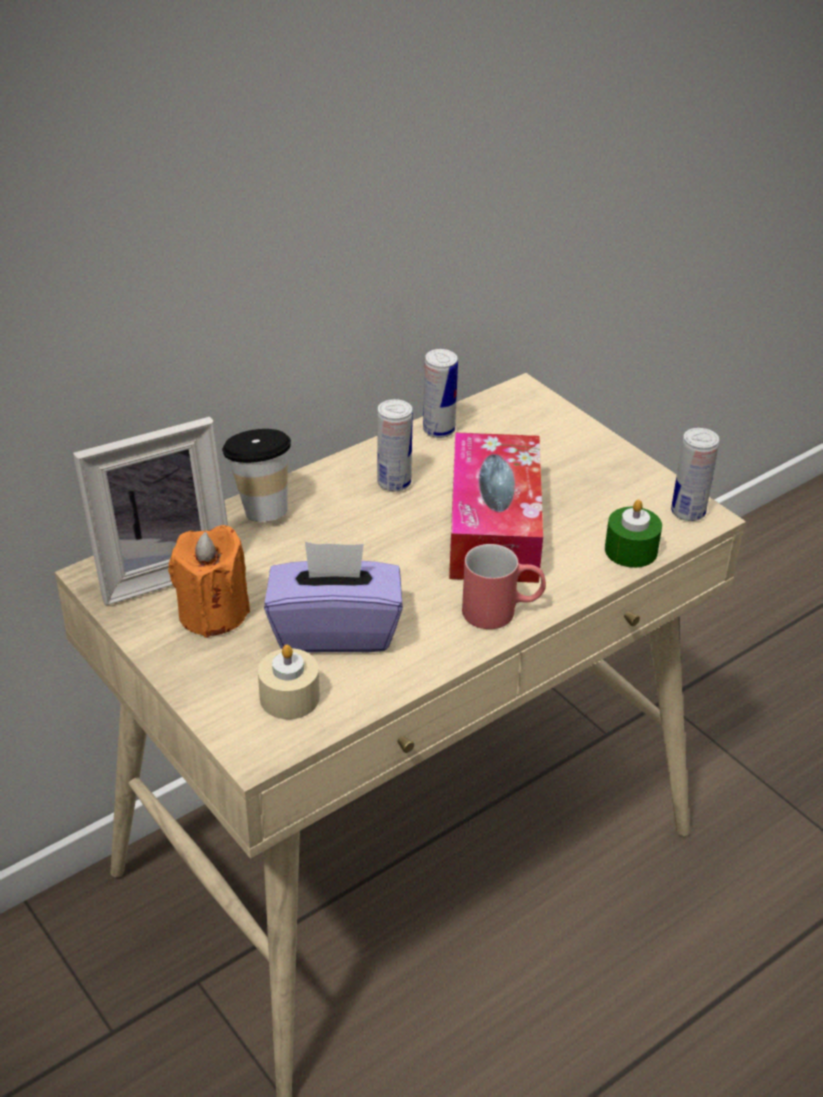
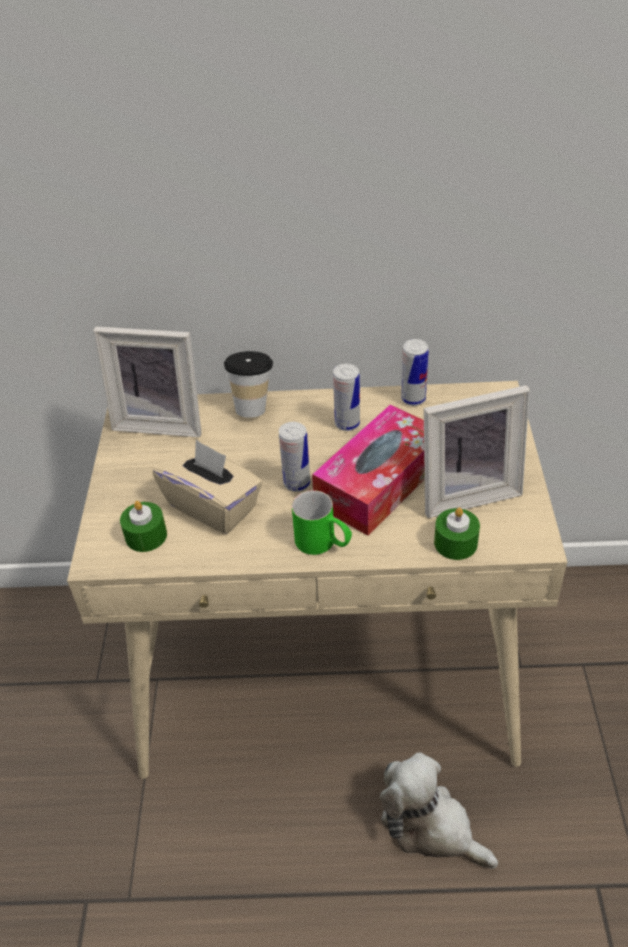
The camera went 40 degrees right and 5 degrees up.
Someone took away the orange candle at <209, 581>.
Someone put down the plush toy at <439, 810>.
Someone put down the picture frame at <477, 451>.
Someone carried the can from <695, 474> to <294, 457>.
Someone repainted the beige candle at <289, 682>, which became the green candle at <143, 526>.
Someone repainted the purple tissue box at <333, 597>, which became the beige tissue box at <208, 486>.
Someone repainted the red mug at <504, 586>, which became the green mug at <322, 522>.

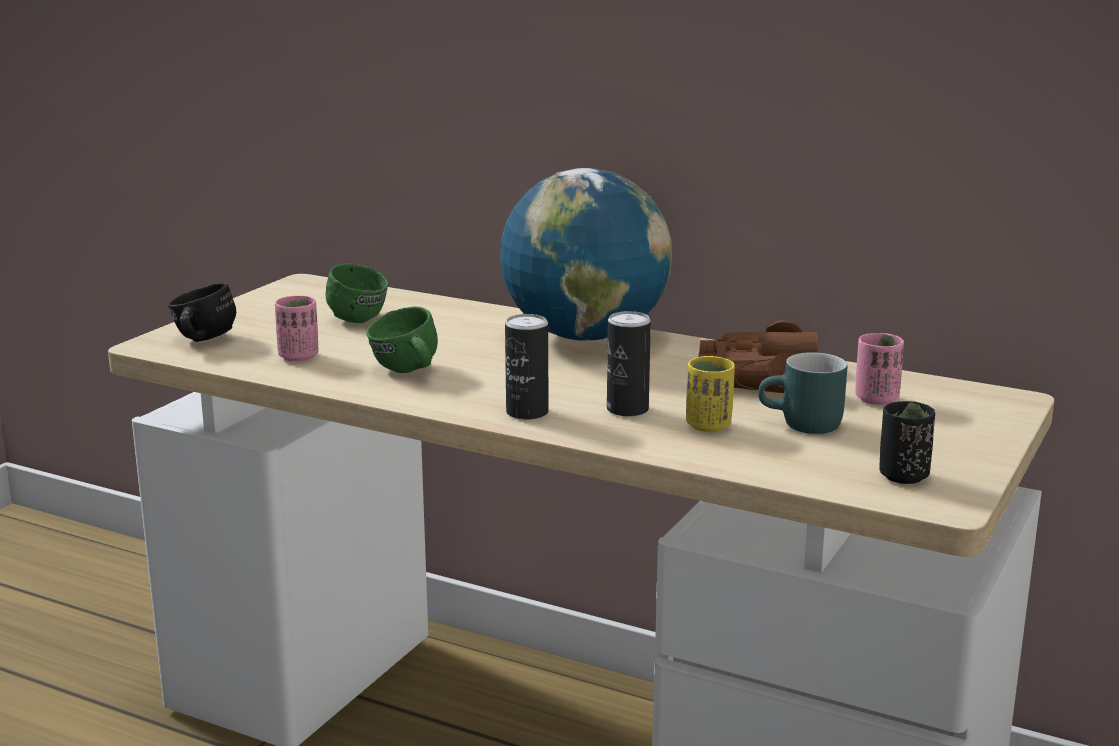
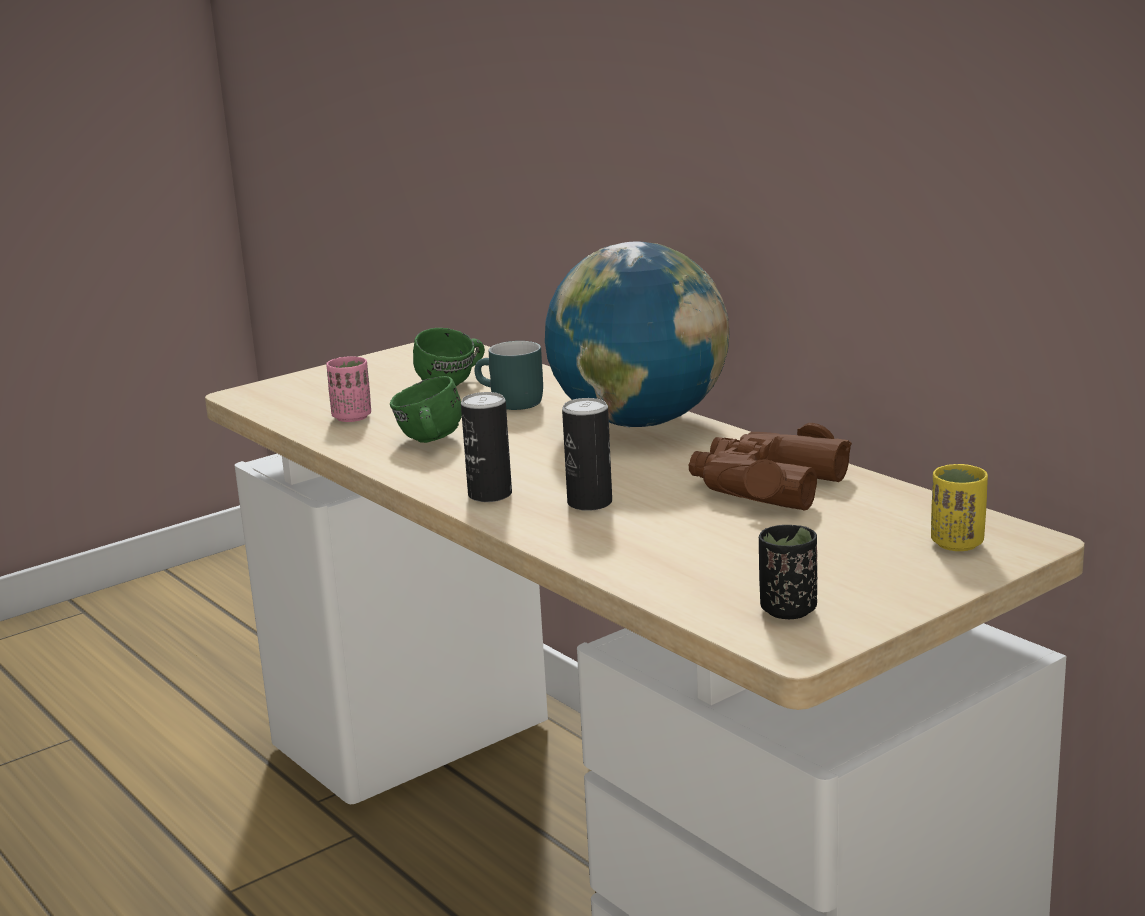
The camera went 25 degrees right and 0 degrees up.
Someone took away the black mug at <202, 312>.
Someone took away the pink cup at <879, 369>.
Someone carried the yellow cup from <710, 394> to <959, 507>.
Someone carried the turquoise mug from <803, 393> to <509, 375>.

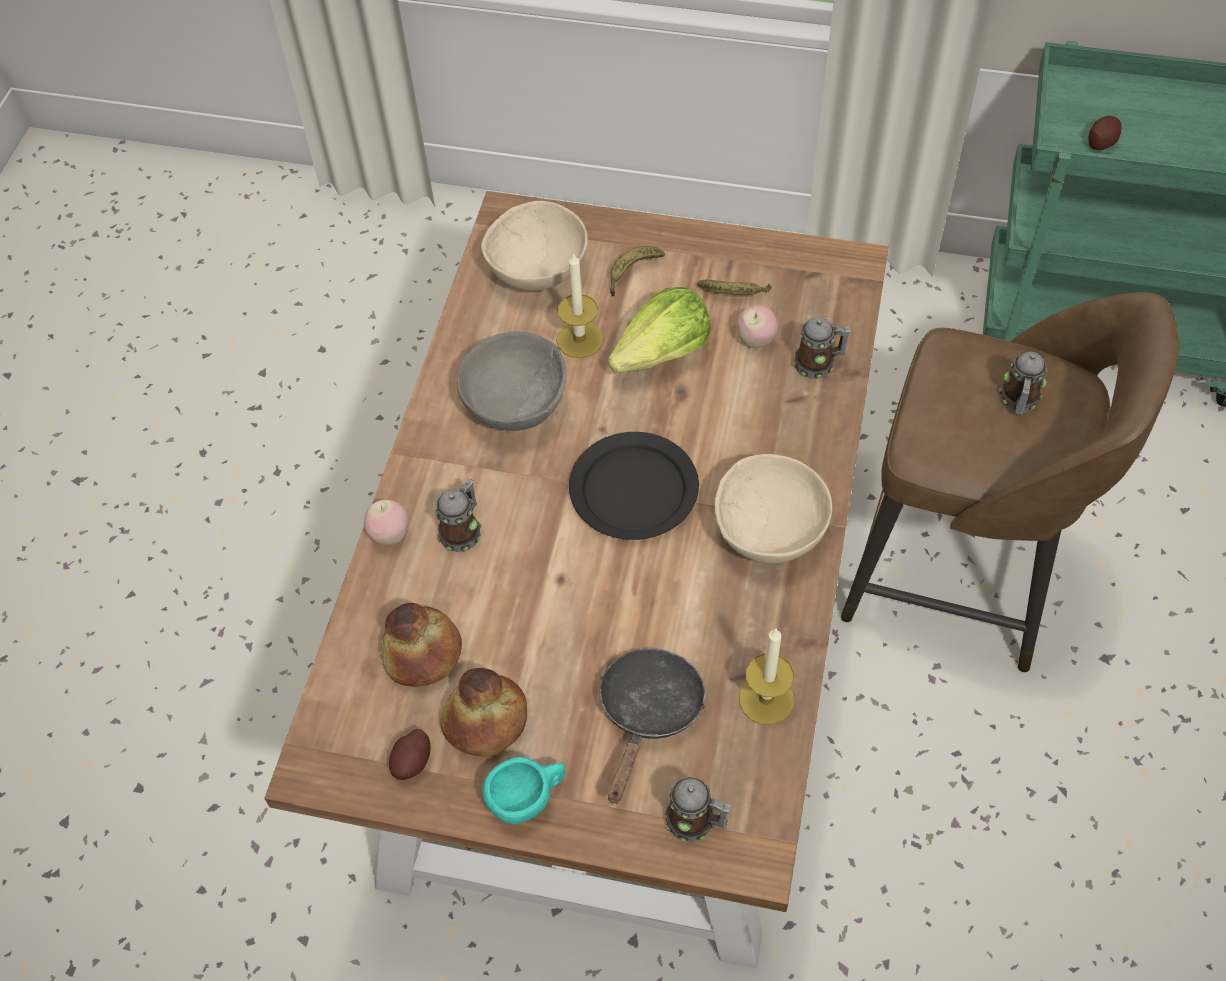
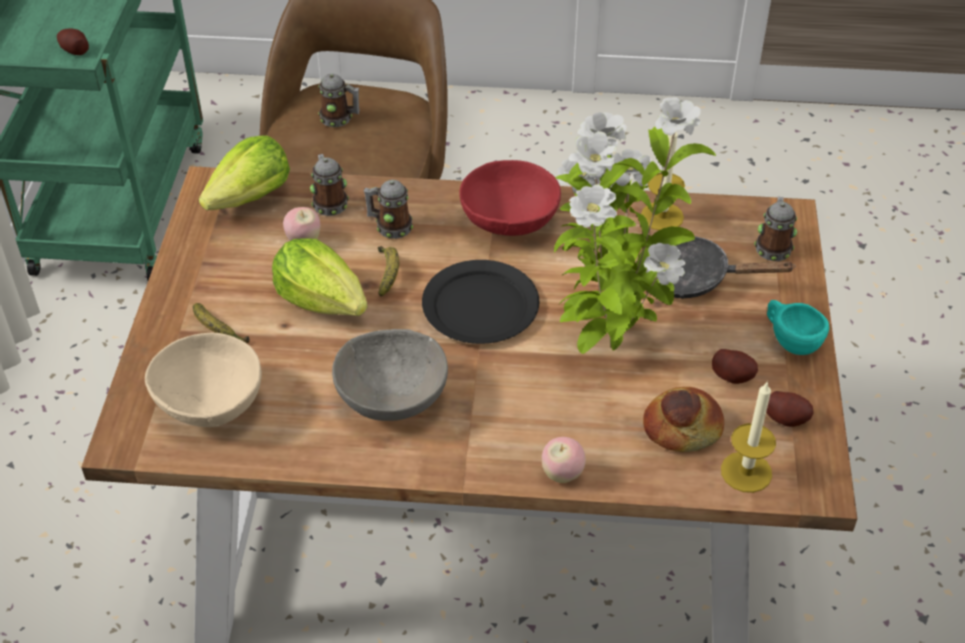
The camera went 100 degrees left and 10 degrees down.
Someone put down the lettuce at <244, 172>.
Someone put down the potted plant at <635, 225>.
Someone carried the mug from <458, 515> to <388, 209>.
Someone carried the candle from <579, 305> to <748, 437>.
Someone carried the banana from <734, 287> to <388, 271>.
Someone swapped the bread at <483, 712> for the potato at <735, 366>.
Someone repainted the beige bowl at <773, 508>, which became the red bowl at <510, 198>.

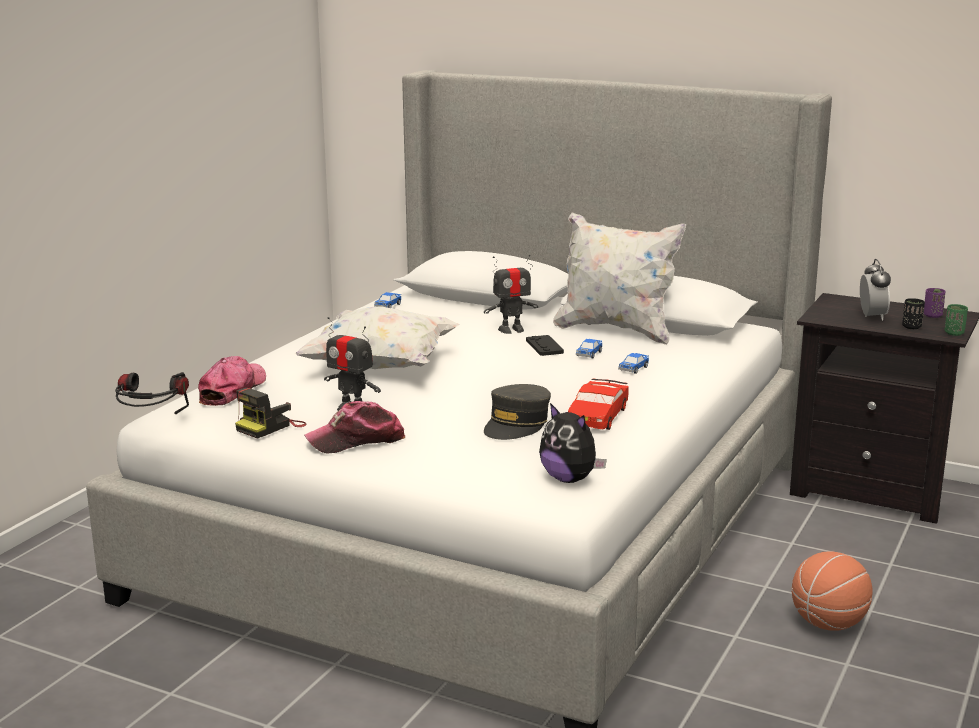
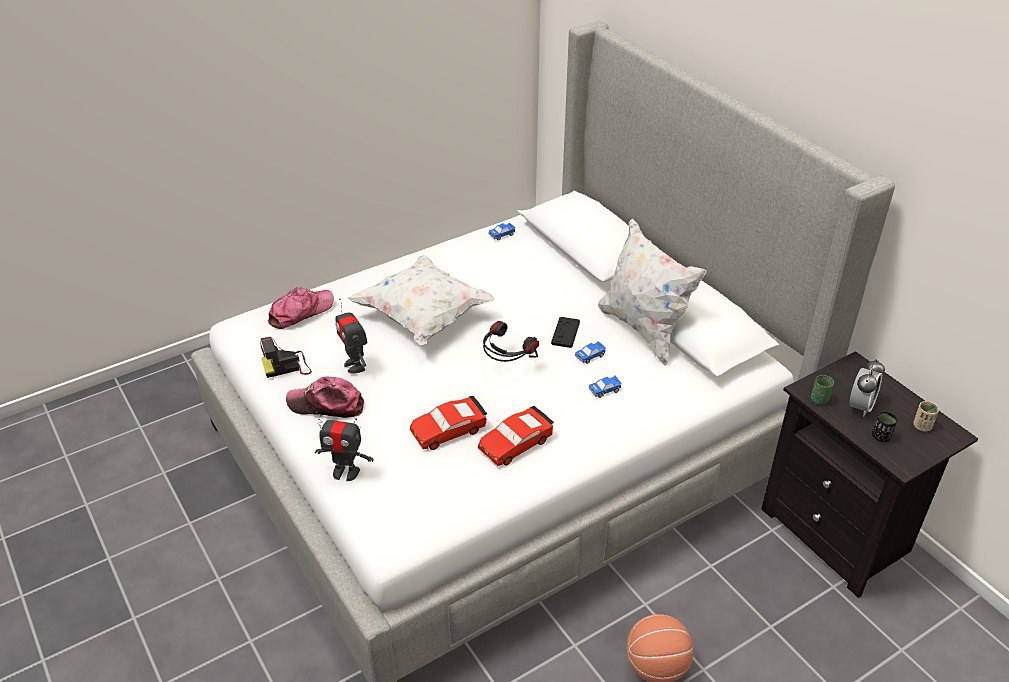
The camera went 30 degrees right and 20 degrees up.
Someone took away the plush toy at <573, 443>.
Someone carried the headphones from <152, 393> to <511, 341>.
Someone carried the toy robot from <511, 294> to <344, 446>.
Someone carried the green cup from <956, 320> to <822, 390>.
Someone swapped the grey cap at <517, 412> for the red toy car at <448, 423>.
Someone repainted the purple cup at <934, 303>, which became the beige cup at <926, 416>.

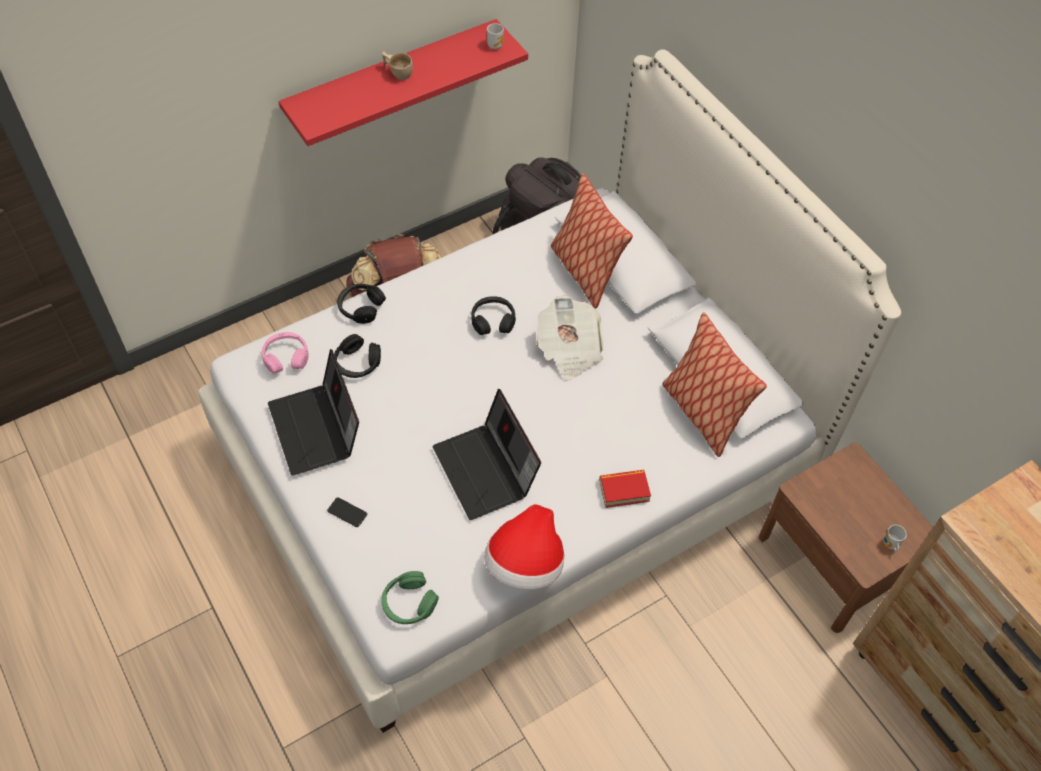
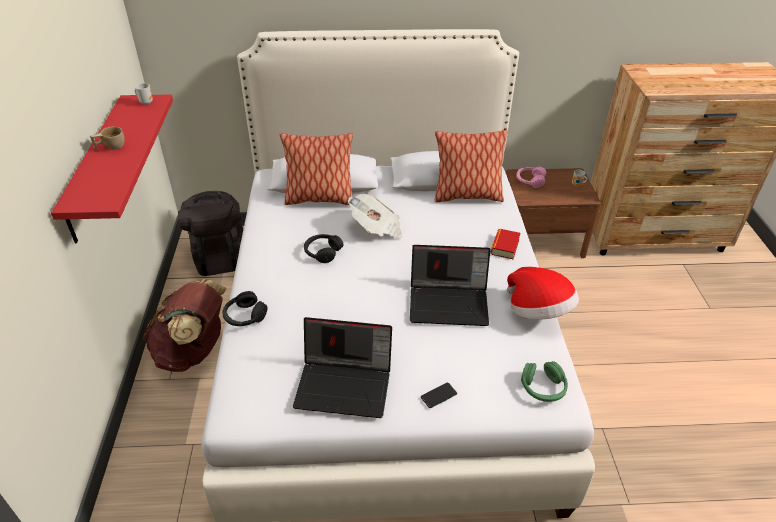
The camera went 60 degrees left and 15 degrees down.
Someone took away the black headphones at <357, 356>.
Someone carried the pink headphones from <285, 353> to <531, 177>.

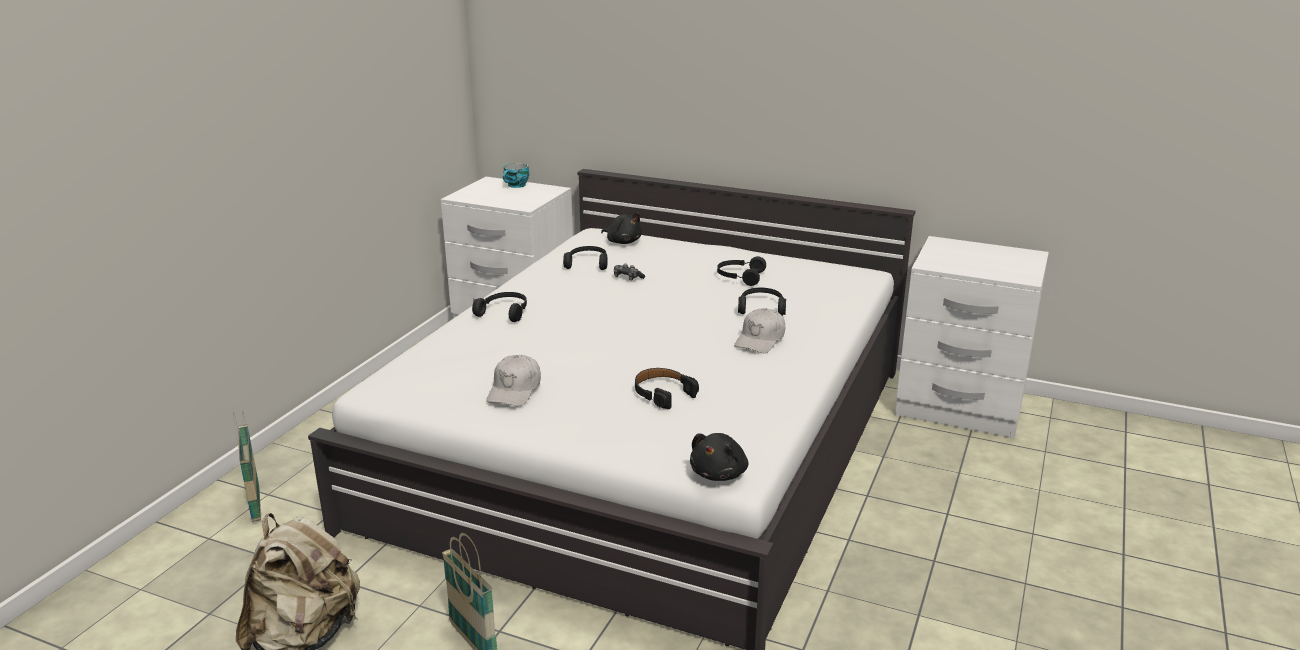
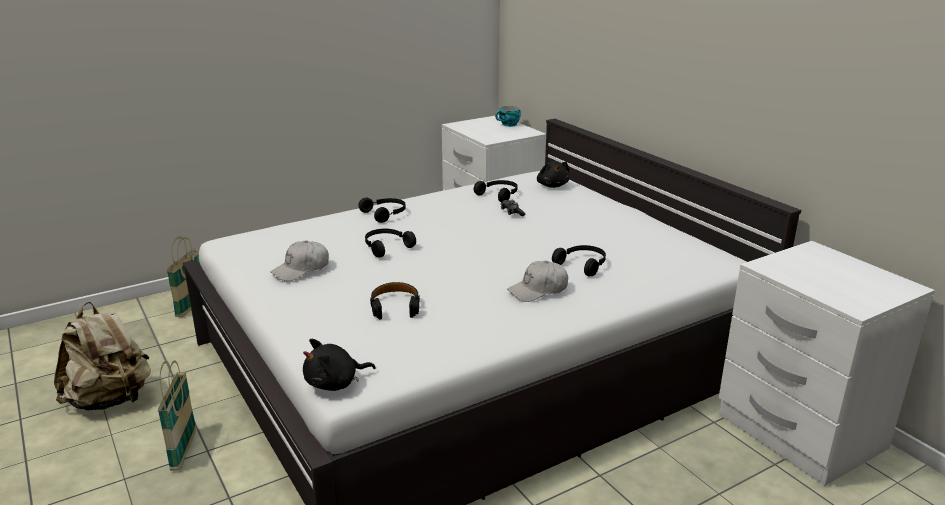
The camera went 35 degrees right and 0 degrees up.
Someone carried the black headphones from <741, 271> to <390, 243>.

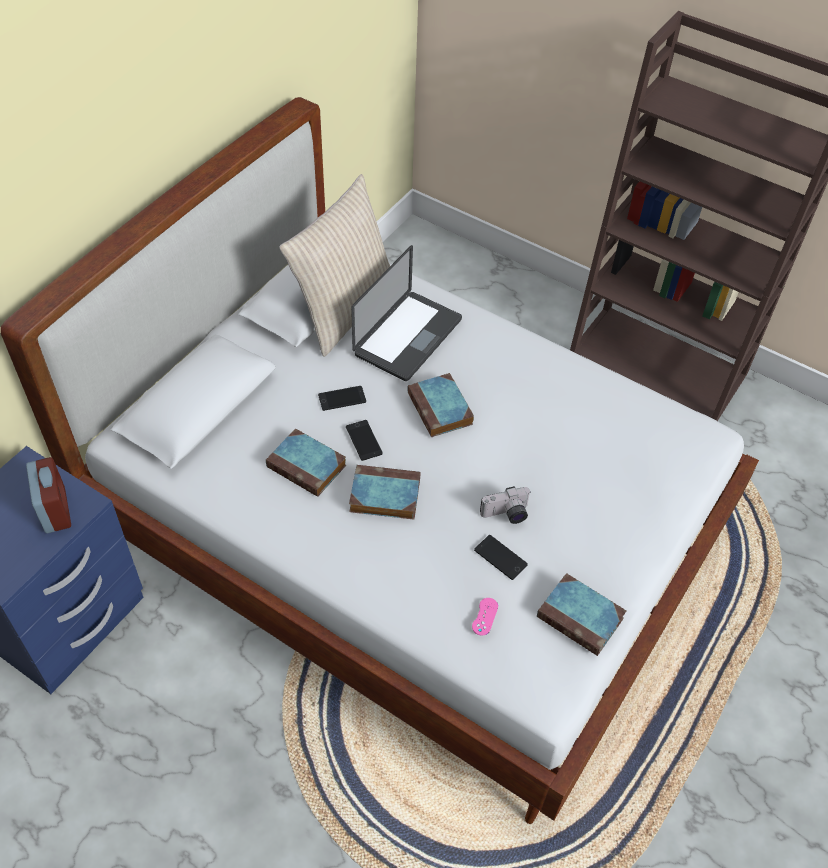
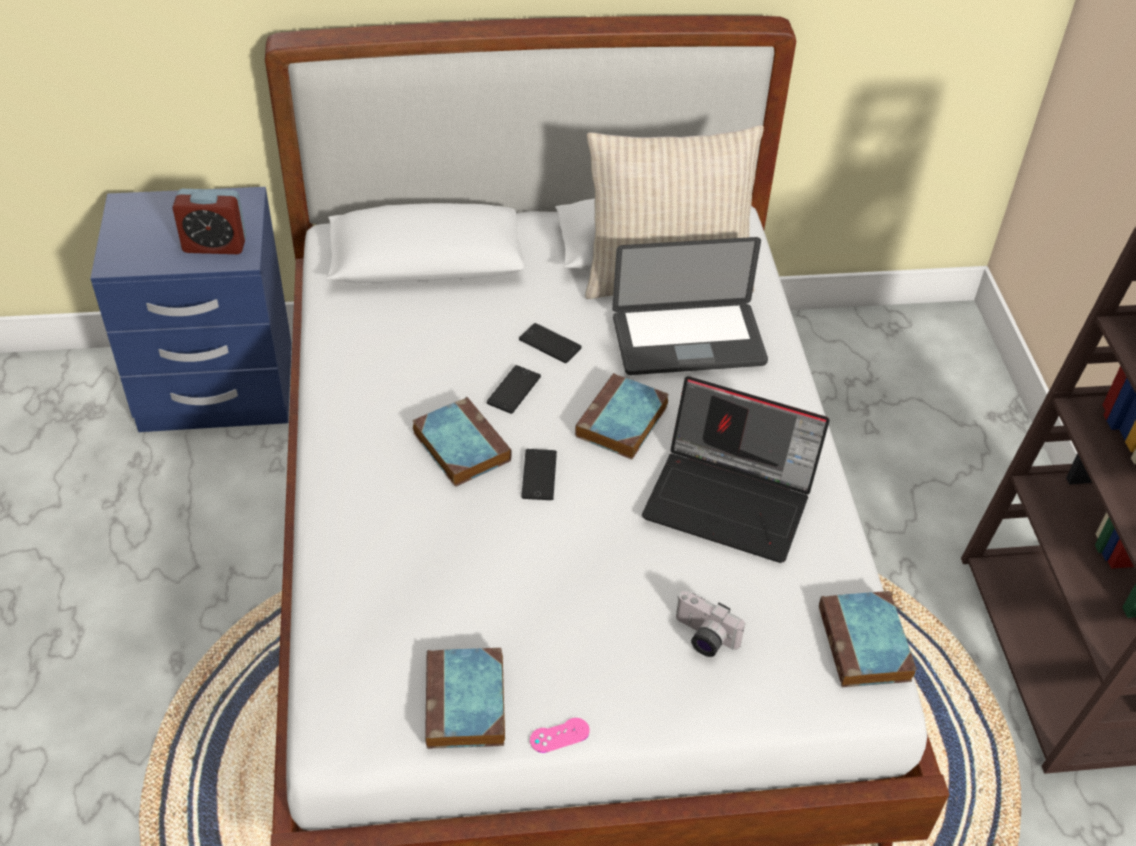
The camera went 50 degrees right and 5 degrees down.
Someone put down the laptop at <736, 469>.
Someone carried the book from <306, 463> to <868, 639>.
Someone carried the pink game controller from <485, 617> to <560, 735>.
Someone carried the phone from <501, 557> to <539, 474>.
Someone carried the photo camera from <505, 505> to <710, 624>.
Someone rotated the alarm clock at <48, 495> by 60 degrees clockwise.

